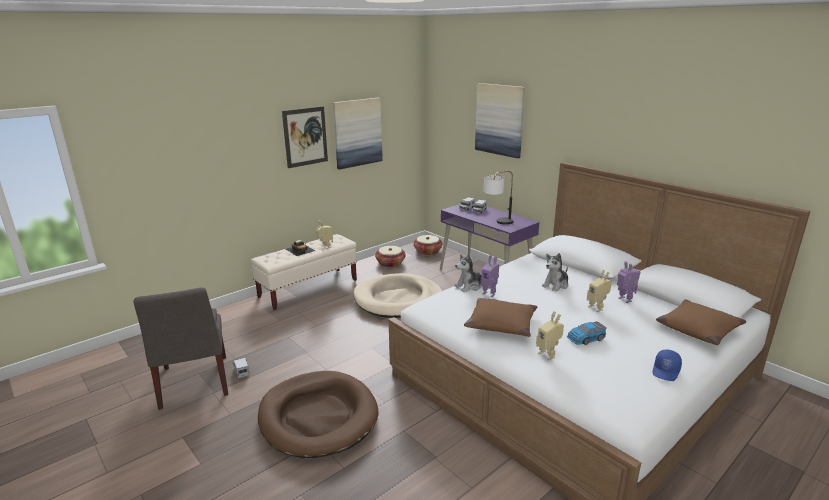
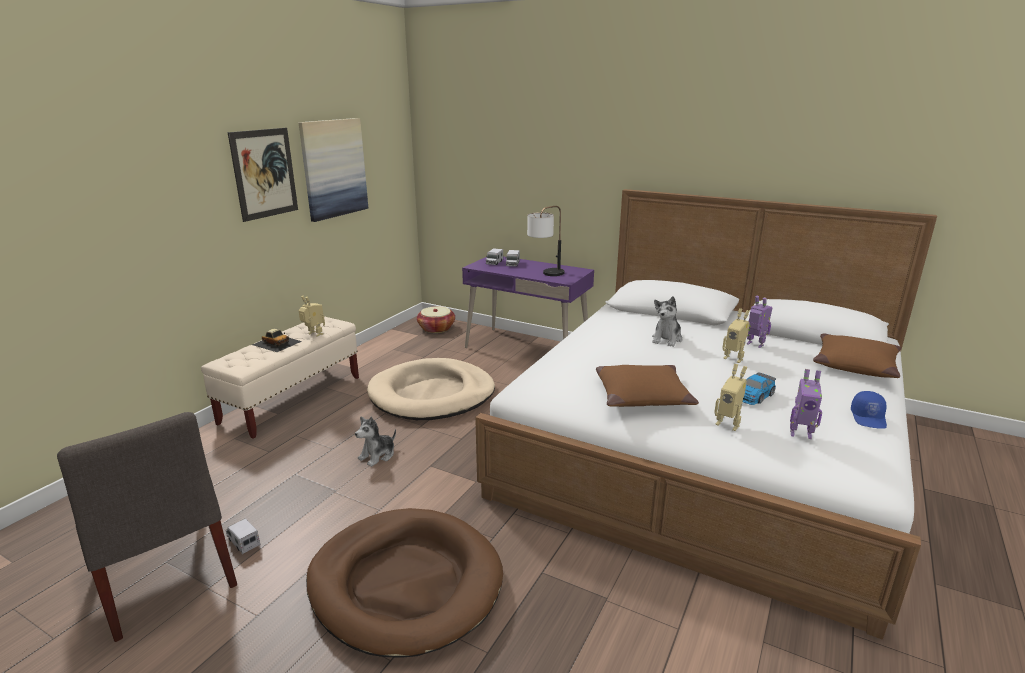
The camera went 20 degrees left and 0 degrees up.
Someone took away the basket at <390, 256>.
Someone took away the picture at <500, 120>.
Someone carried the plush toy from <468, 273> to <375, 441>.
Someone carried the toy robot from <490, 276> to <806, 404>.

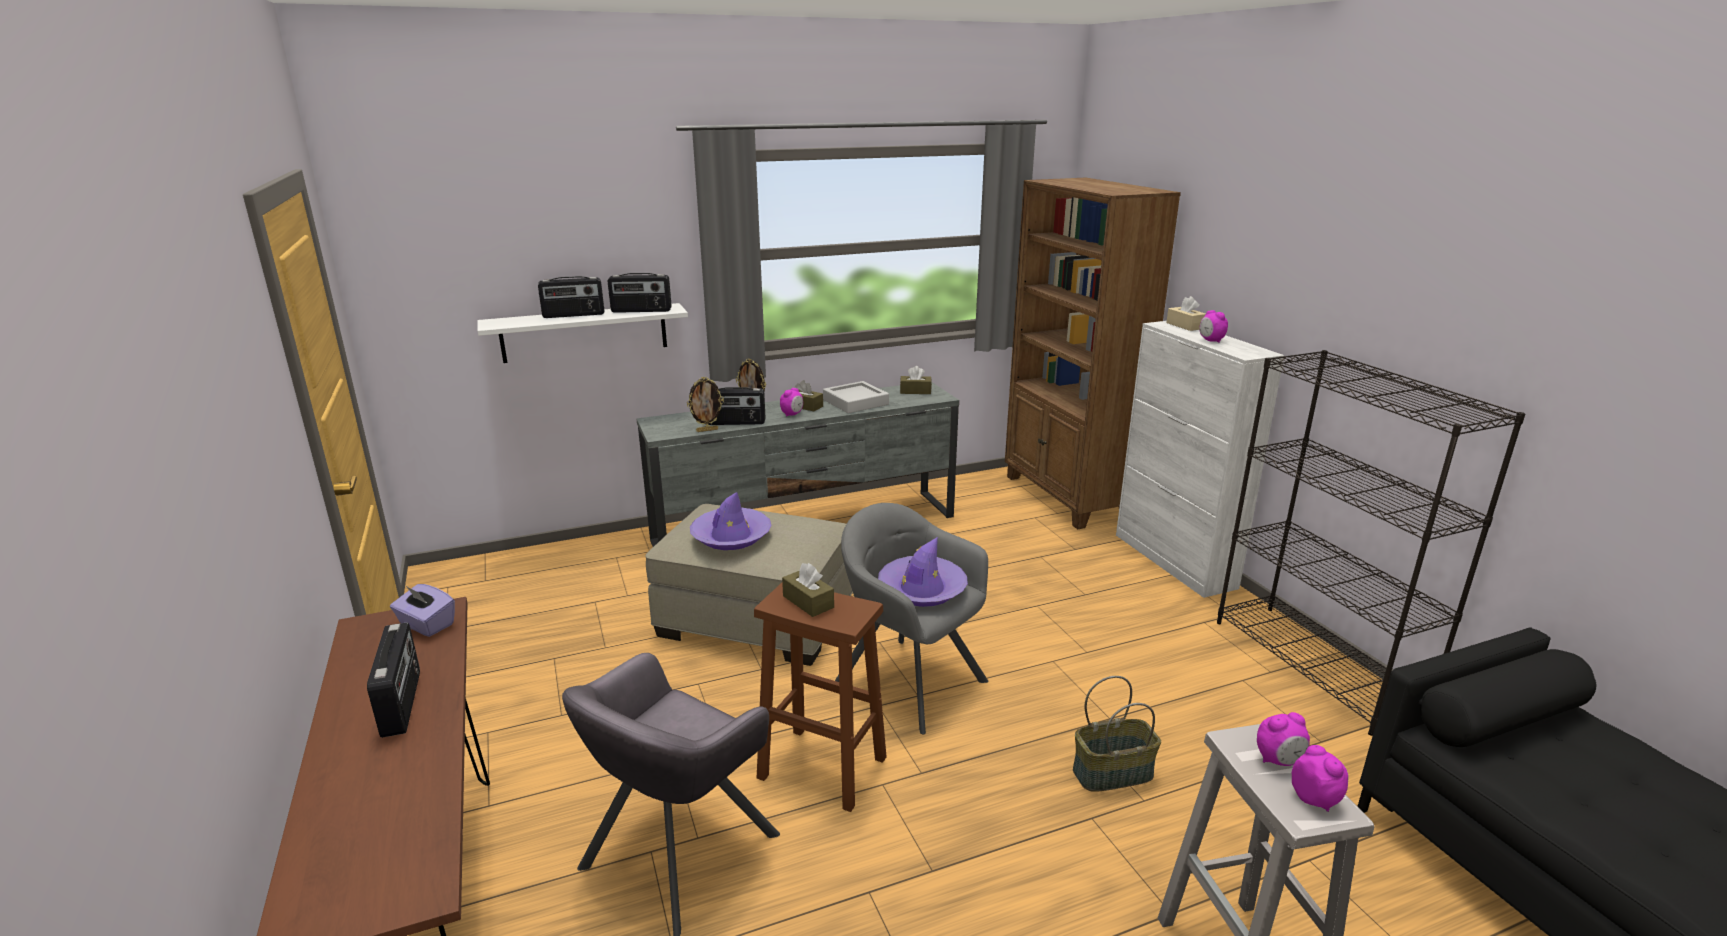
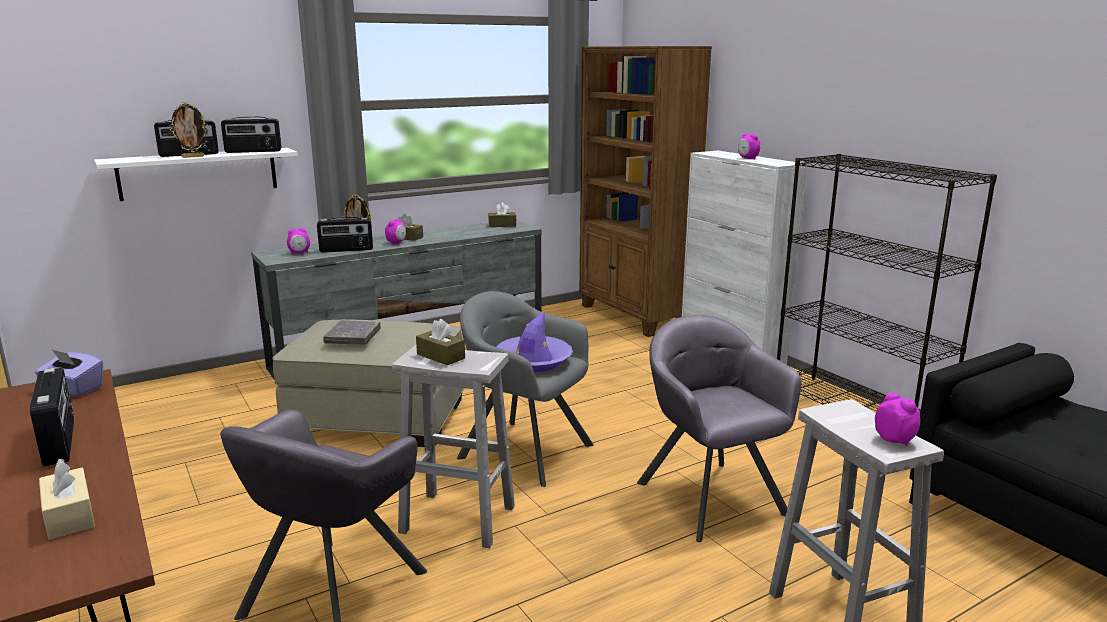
The camera went 10 degrees left and 5 degrees down.
Someone took away the grey tray at <856, 397>.
Someone carried the picture frame from <705, 404> to <188, 130>.
Someone carried the beige tissue box from <1186, 313> to <67, 499>.
Someone carried the alarm clock from <1283, 739> to <298, 241>.
Someone swapped the purple hat at <730, 521> for the grey book at <352, 332>.
Someone swapped the basket at <1117, 734> for the grey armchair at <719, 428>.
Someone repainted the brown stool at <820, 697>, which became the white stool at <453, 446>.

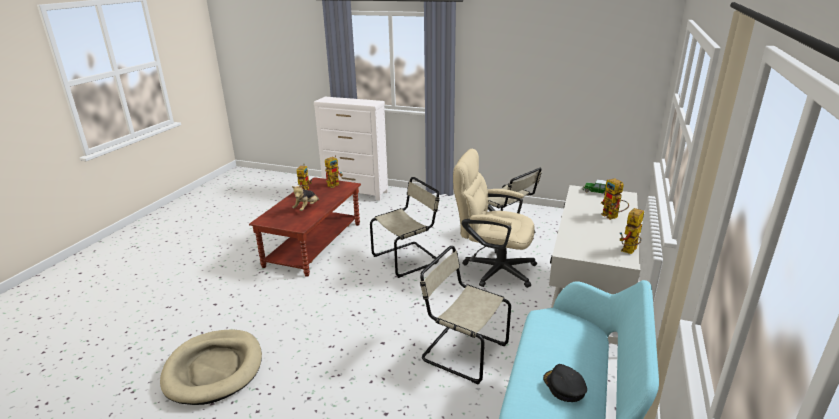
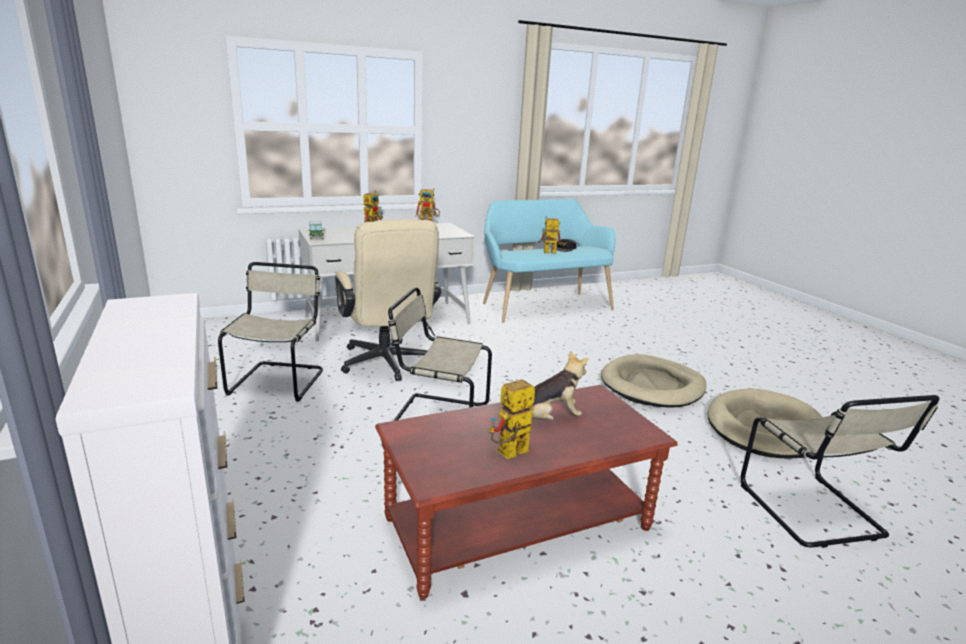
The camera went 135 degrees left and 5 degrees down.
Someone put down the beige dog bed at <654, 381>.
Someone carried the toy robot from <334, 171> to <549, 235>.
Someone carried the beige chair from <465, 315> to <840, 471>.

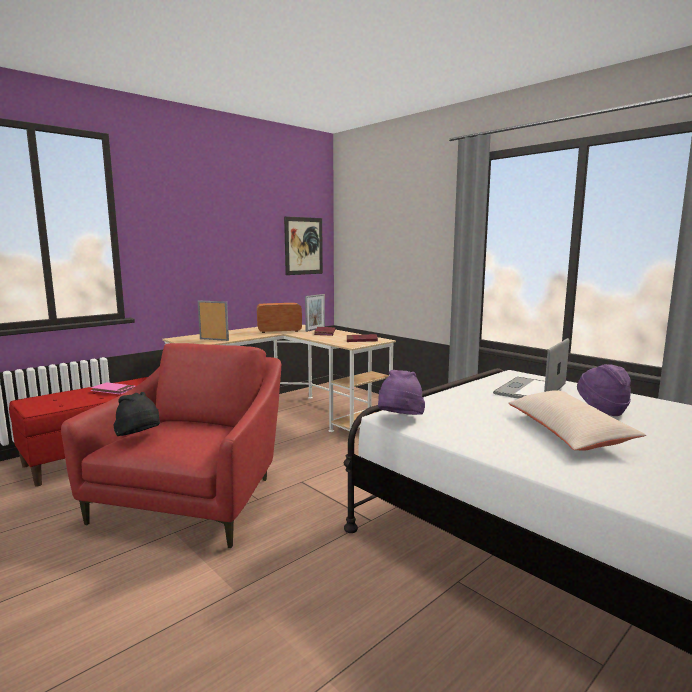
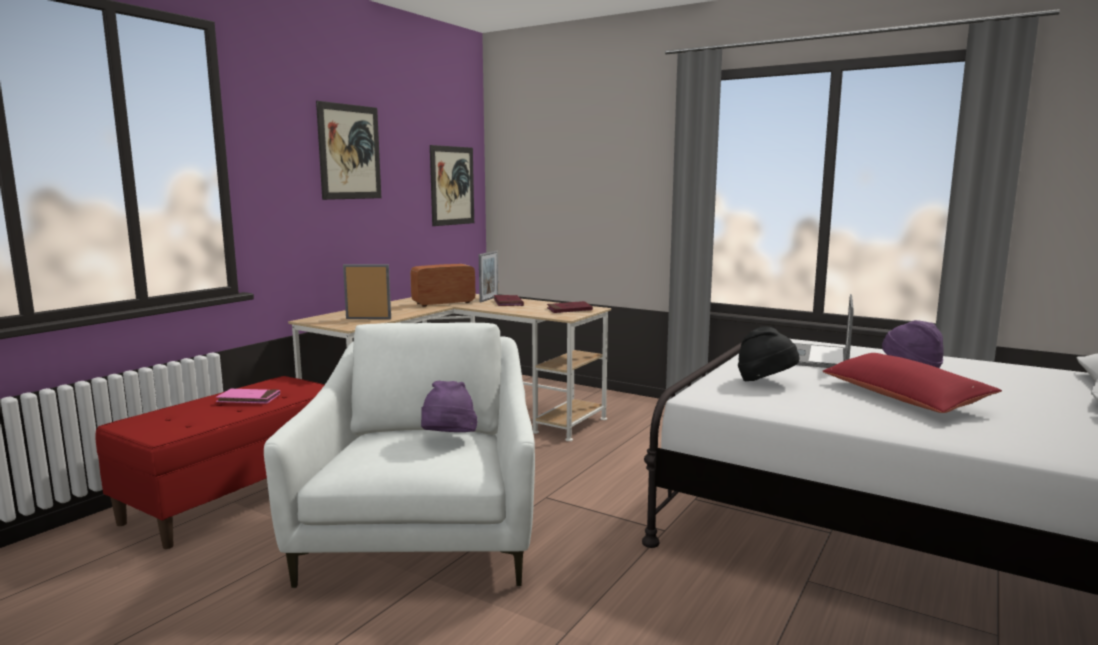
The camera went 15 degrees left and 0 degrees up.
Someone put up the picture at <348, 150>.
Someone carried the black hat from <137, 414> to <769, 353>.
Someone carried the purple hat from <401, 392> to <449, 406>.
Someone repainted the red armchair at <171, 445>, which became the white armchair at <399, 455>.
Someone repainted the beige pillow at <577, 420>, which became the red pillow at <912, 383>.

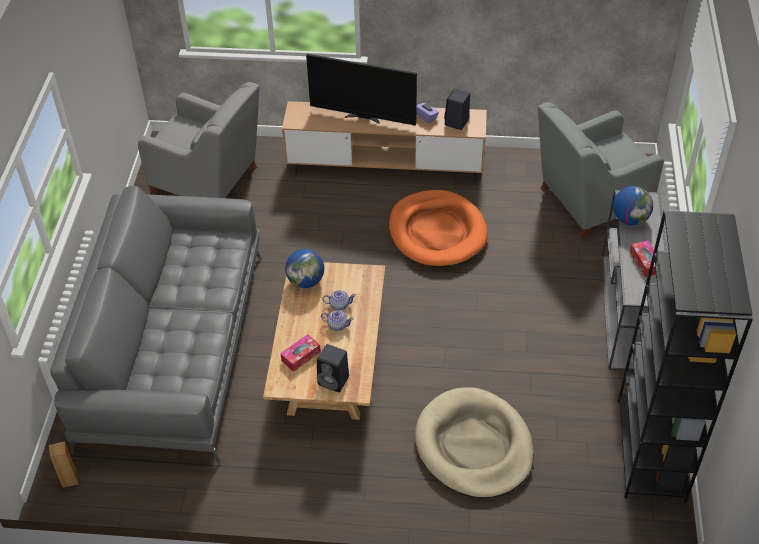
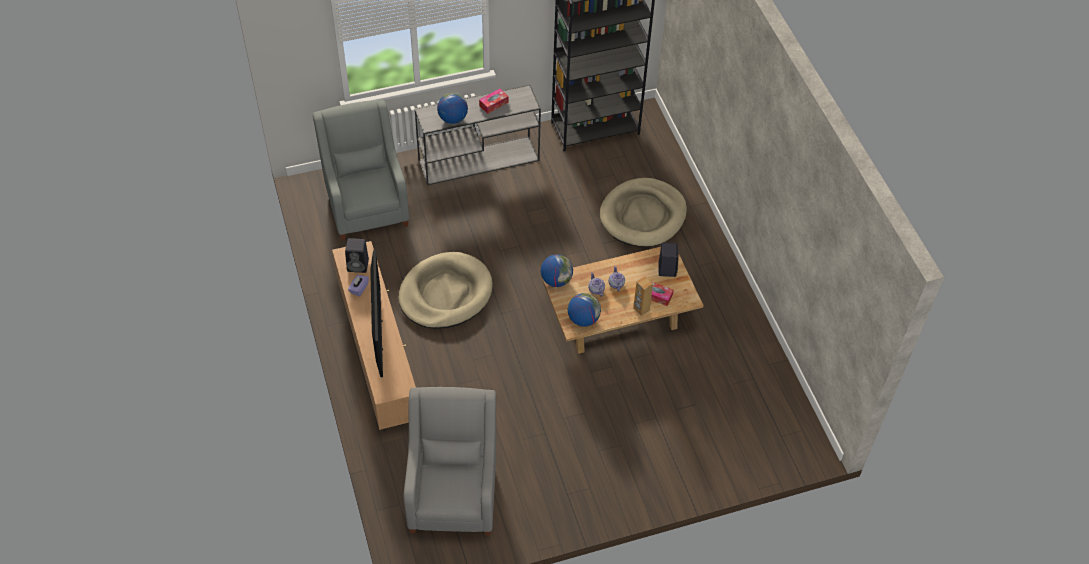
The camera went 115 degrees left and 5 degrees up.
Someone took away the grey sofa at <155, 325>.
Someone put down the globe at <557, 270>.
Someone carried the brown speaker from <63, 464> to <643, 296>.
Someone repainted the orange dog bed at <438, 228>, which became the beige dog bed at <445, 290>.
Someone rotated the grey armchair at <601, 170> by 150 degrees counterclockwise.

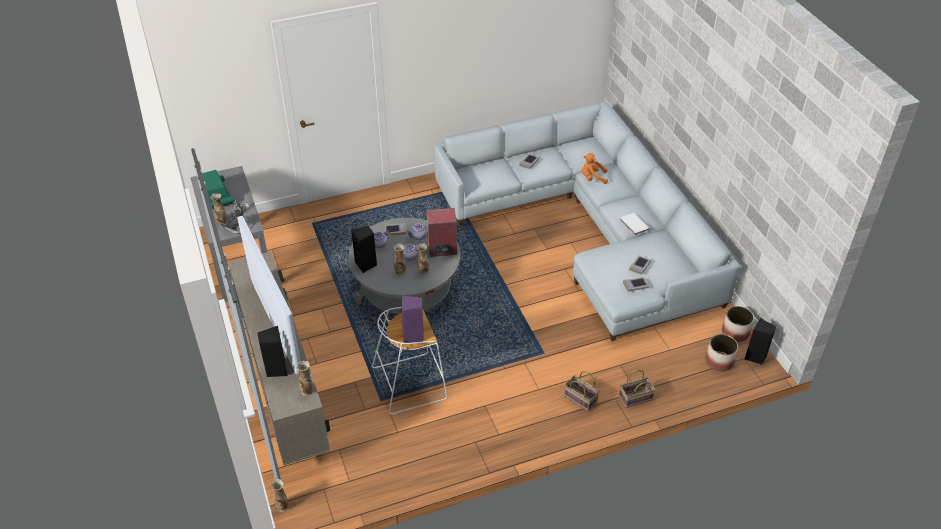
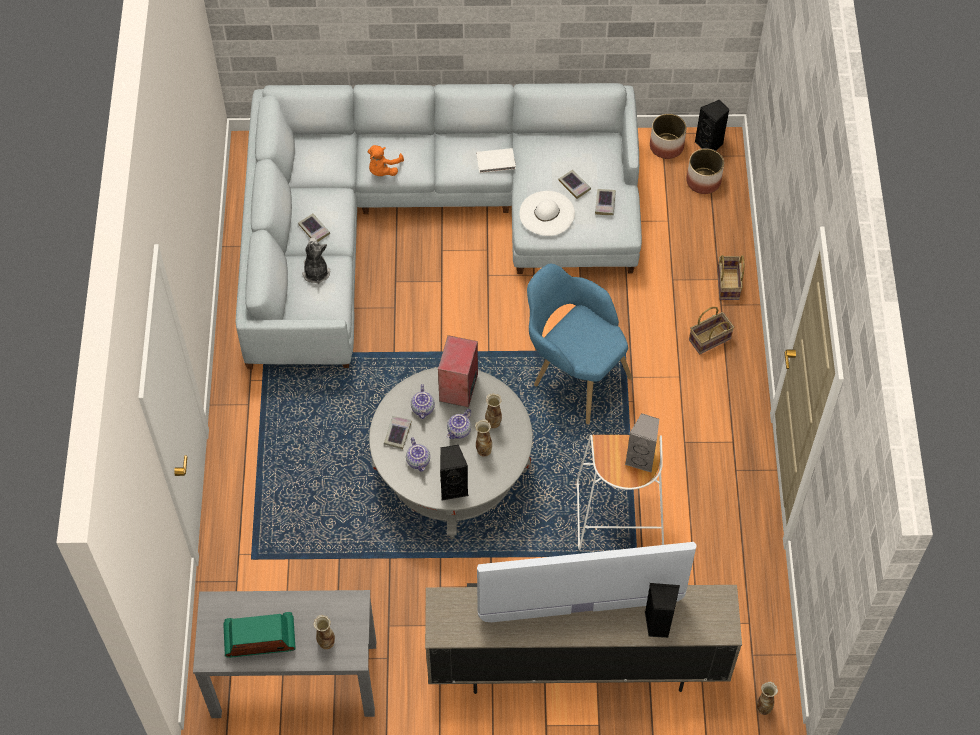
The camera went 70 degrees left and 15 degrees up.
Someone took away the vase at <305, 378>.
Someone put down the white hat at <547, 213>.
Someone put down the blue armchair at <579, 344>.
Someone carried the plush toy from <236, 216> to <316, 260>.
Someone repainted the purple speaker at <412, 319>, which became the grey speaker at <642, 443>.

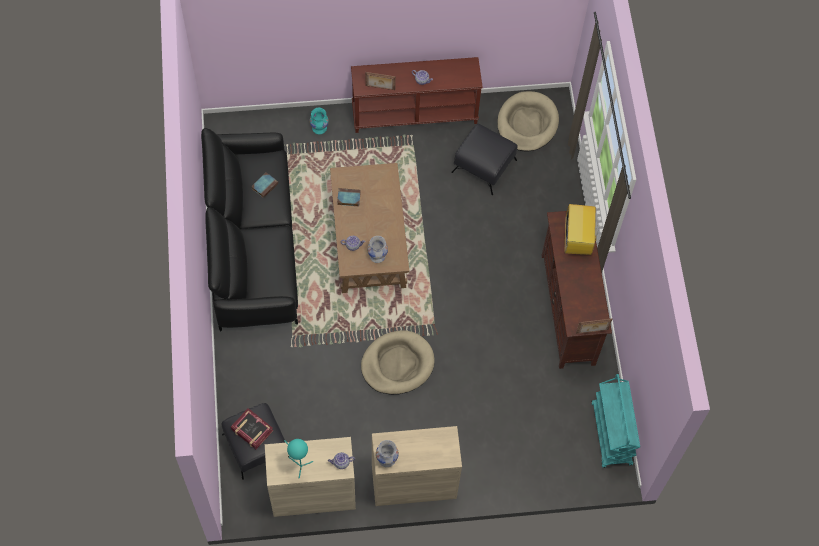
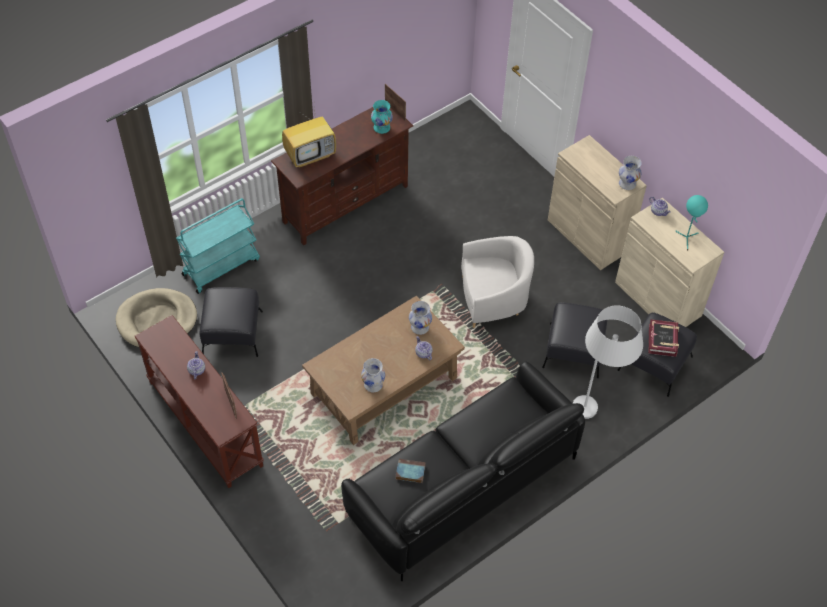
The camera went 120 degrees left and 10 degrees down.
Someone put down the black ottoman at <574, 340>.
Someone put down the white floor lamp at <608, 362>.
Someone carried the turquoise vase from <319, 121> to <382, 117>.
Someone carried the turquoise cart from <615, 421> to <218, 246>.
Someone swapped the book at <349, 197> for the white vase at <373, 375>.
Someone swapped the beige dog bed at <398, 362> for the white armchair at <497, 282>.

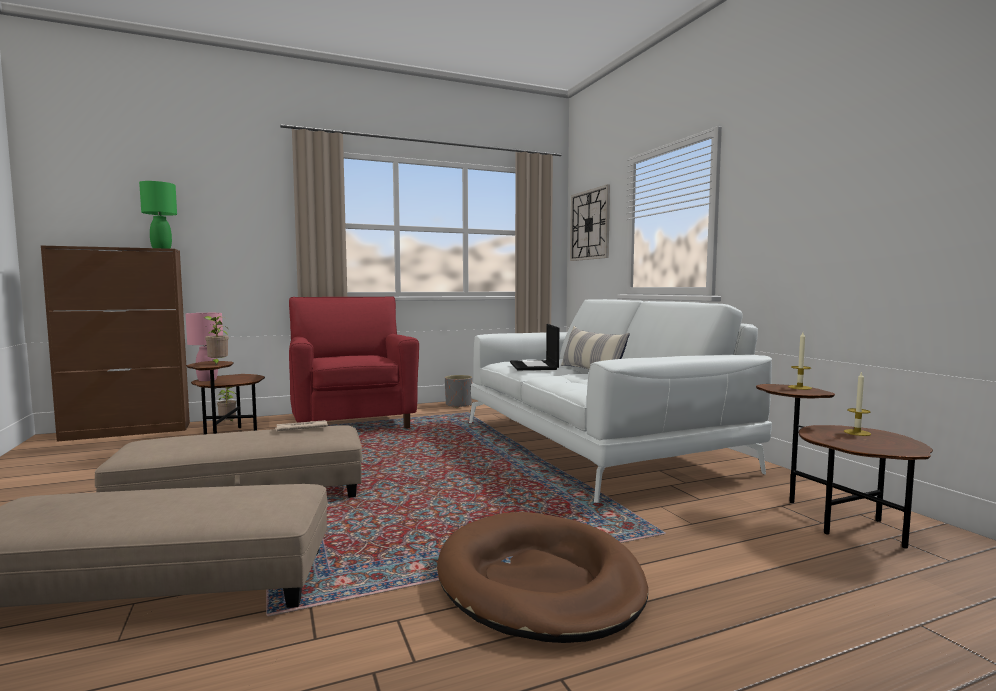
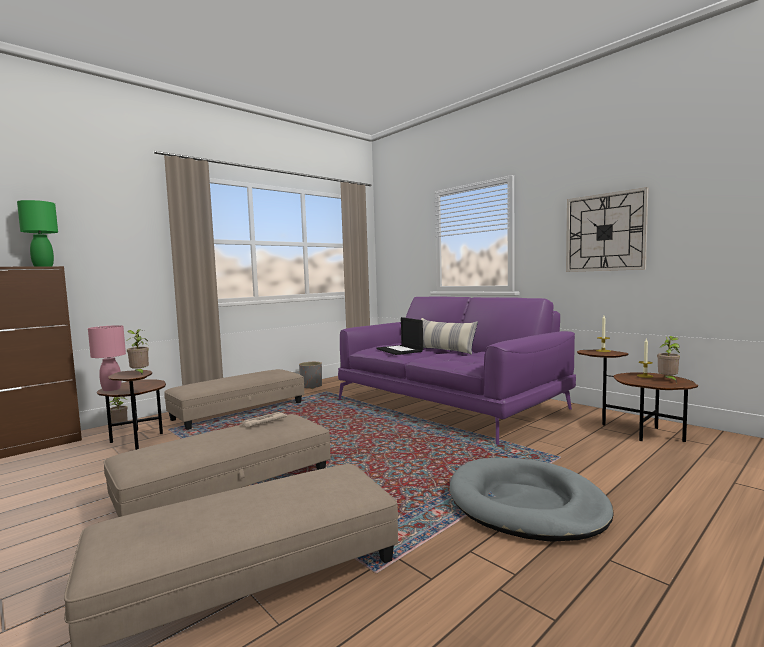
The camera went 20 degrees left and 0 degrees up.
Someone put down the potted plant at <668, 359>.
Someone carried the wall clock from <590, 222> to <607, 229>.
Someone swapped the red armchair at <354, 362> for the beige ottoman at <234, 399>.
Someone repainted the brown dog bed at <542, 577>, which became the grey dog bed at <532, 500>.
Someone repainted the white sofa at <620, 401>, which became the purple sofa at <457, 371>.

